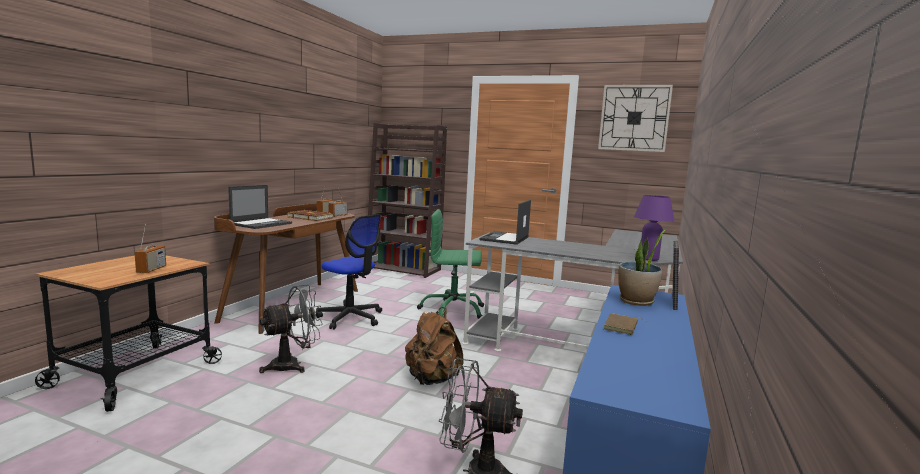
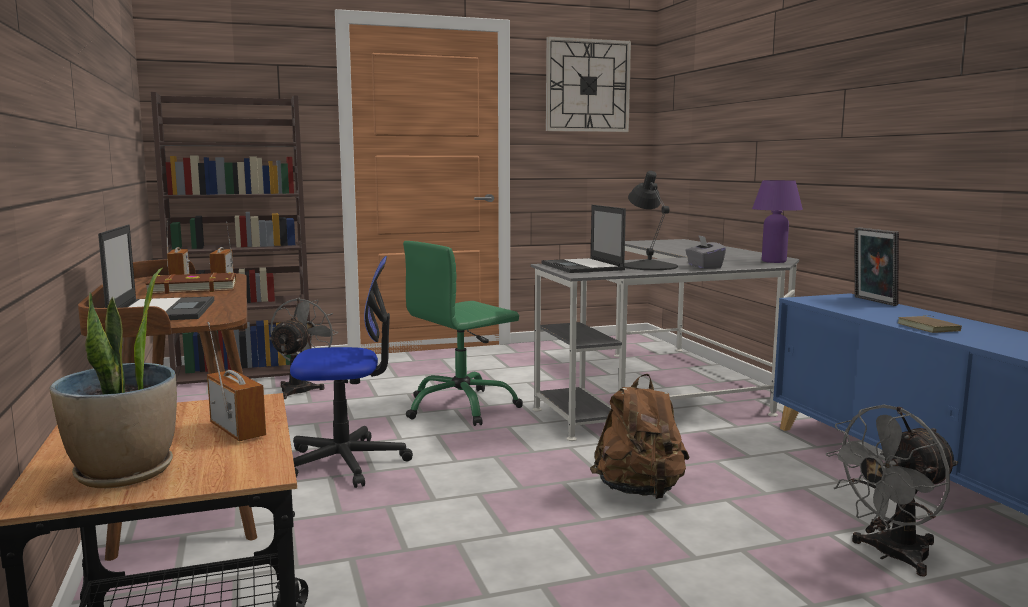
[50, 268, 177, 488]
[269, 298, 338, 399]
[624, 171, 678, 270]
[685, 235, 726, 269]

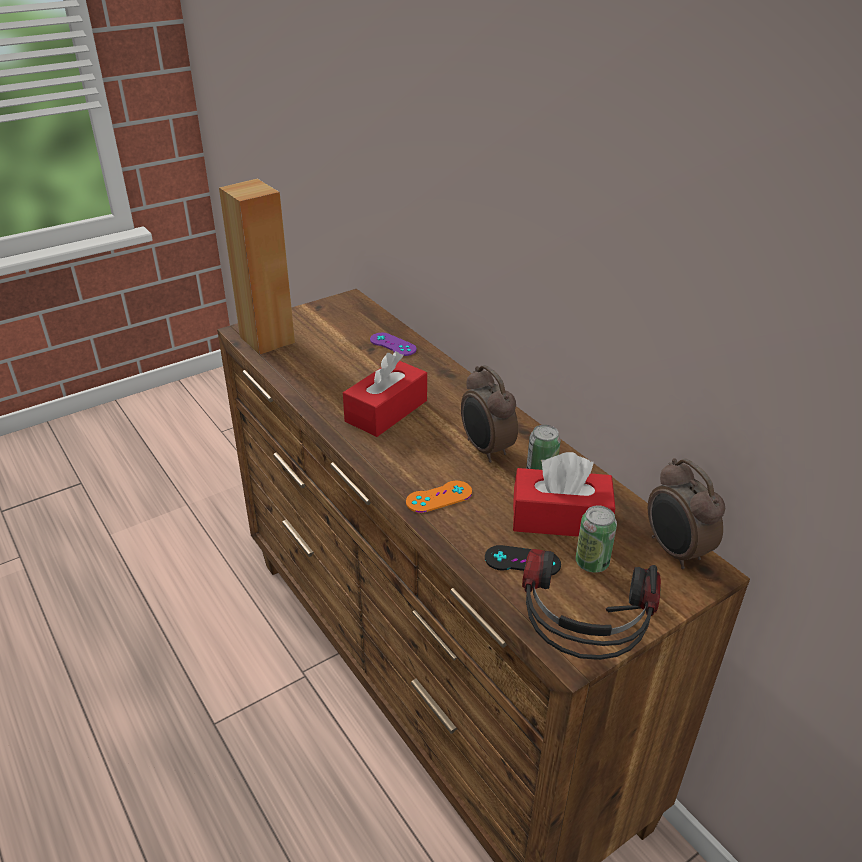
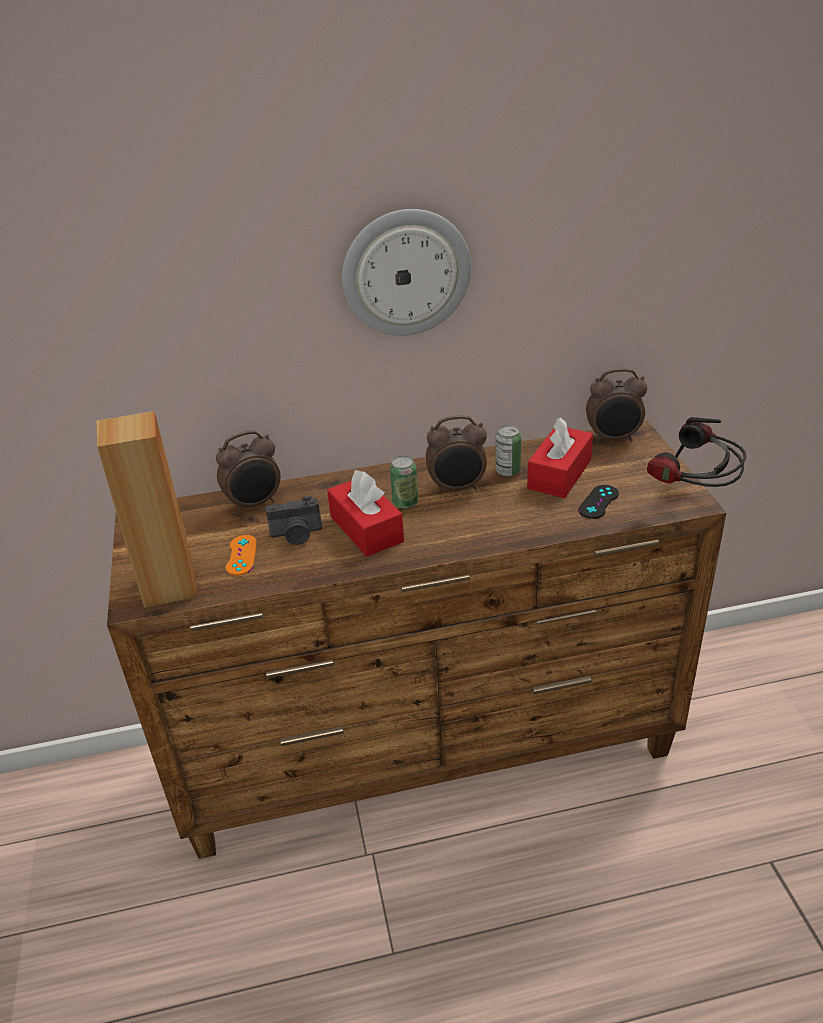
[216, 430, 281, 513]
[226, 535, 257, 576]
[390, 456, 418, 509]
[342, 209, 471, 336]
[266, 496, 322, 545]

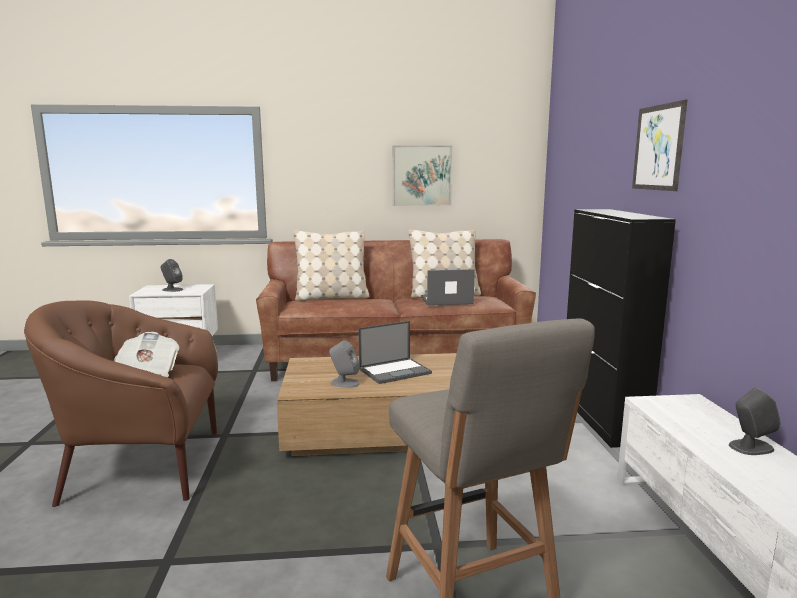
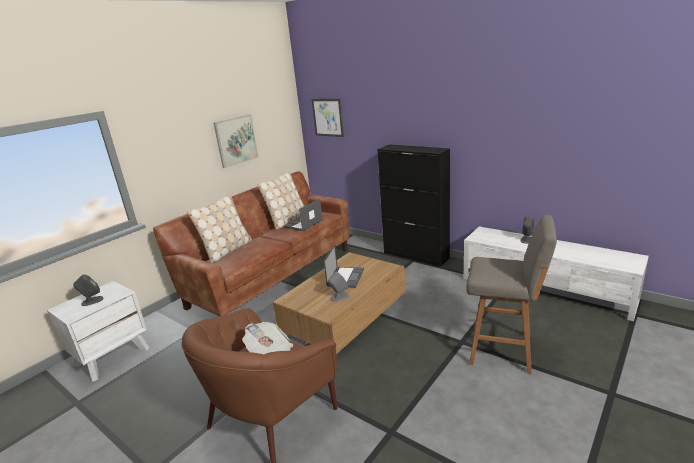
[311, 99, 344, 137]

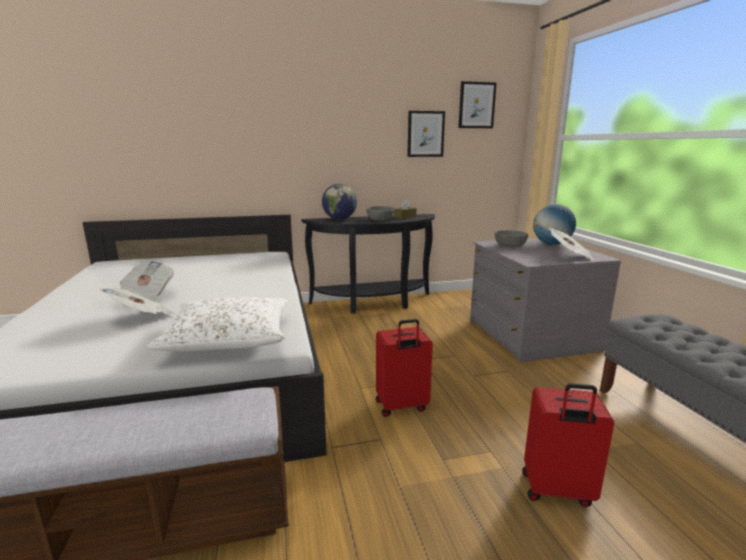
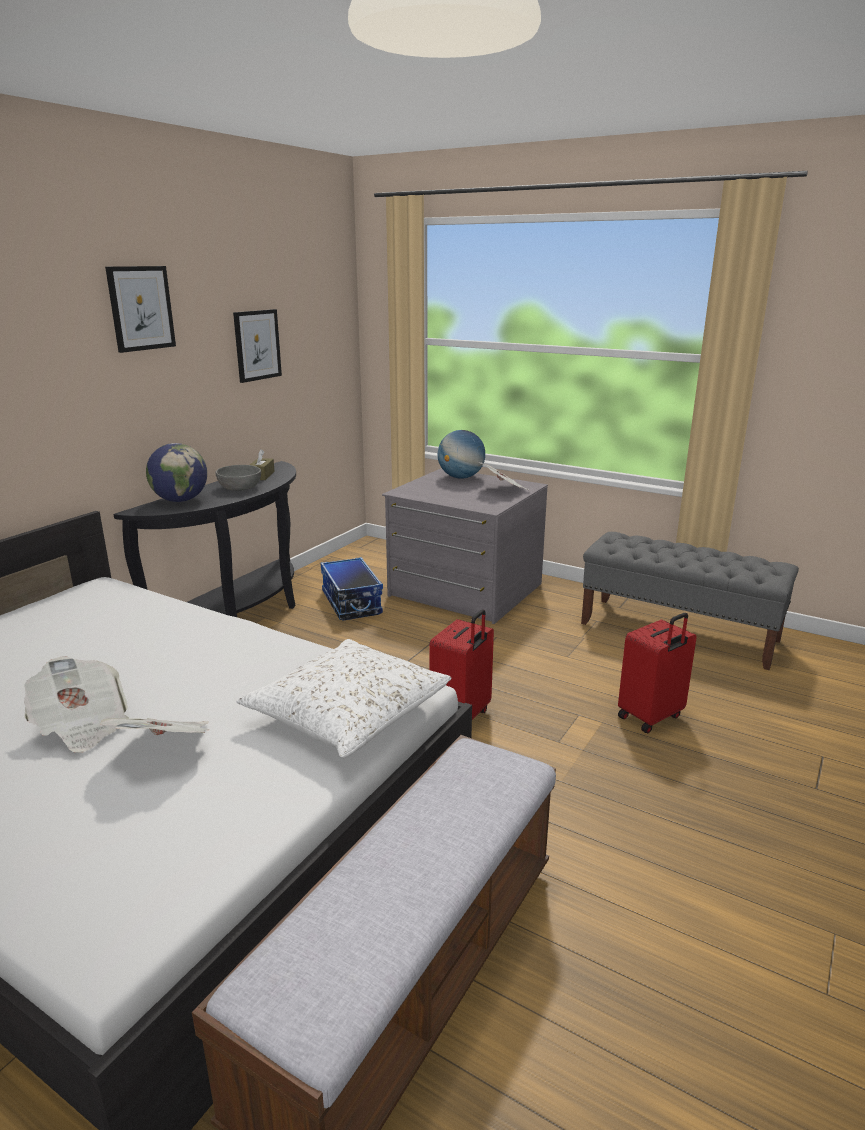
[105, 266, 176, 353]
[494, 230, 528, 247] (first image)
[320, 557, 383, 620]

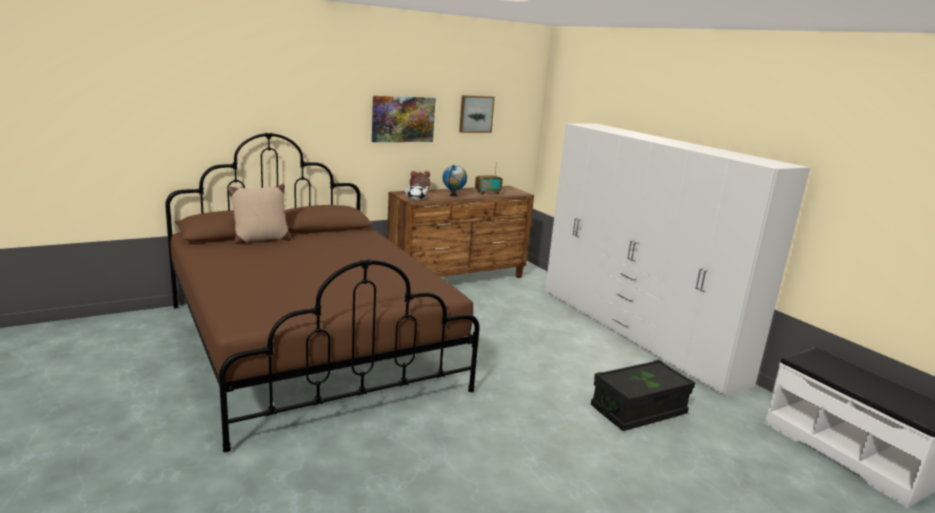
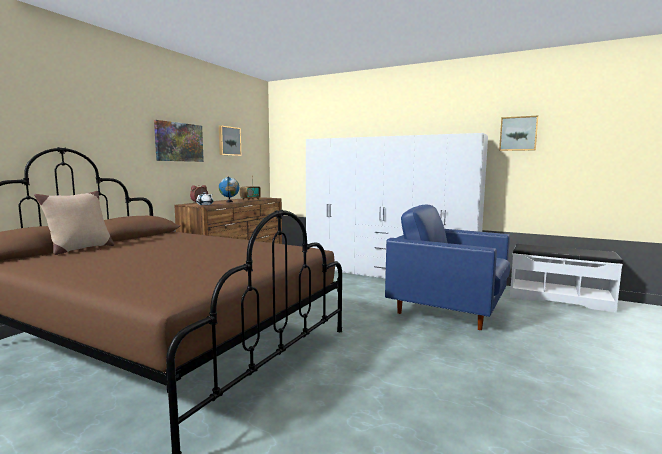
[385, 205, 510, 330]
[499, 116, 538, 151]

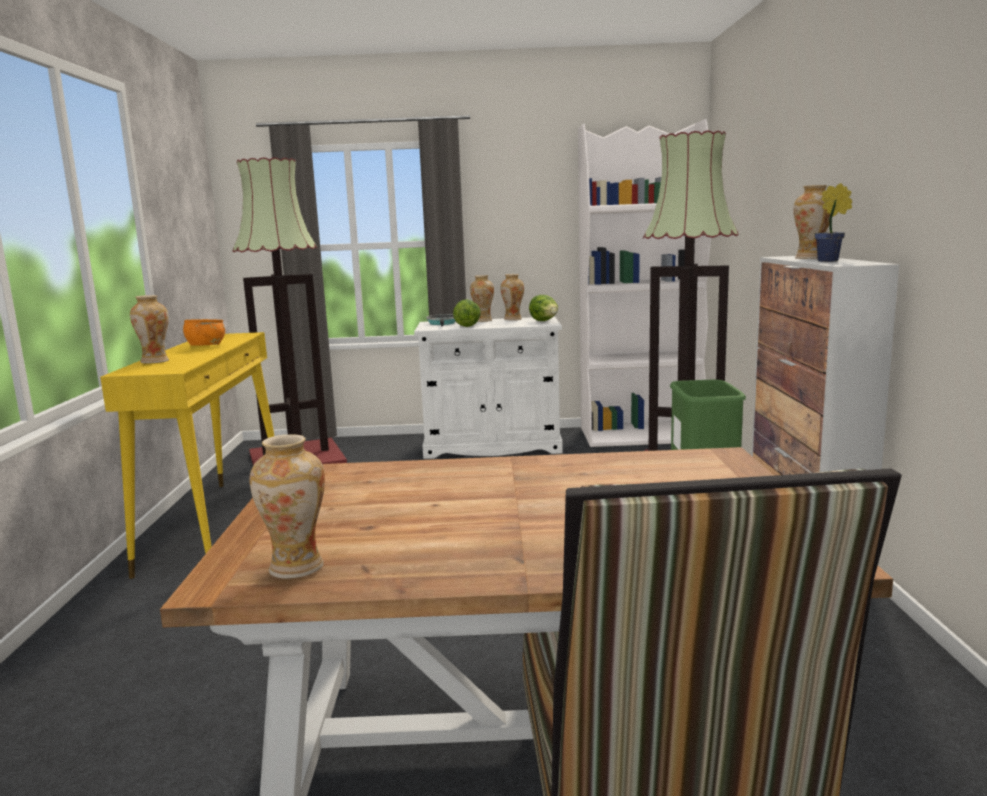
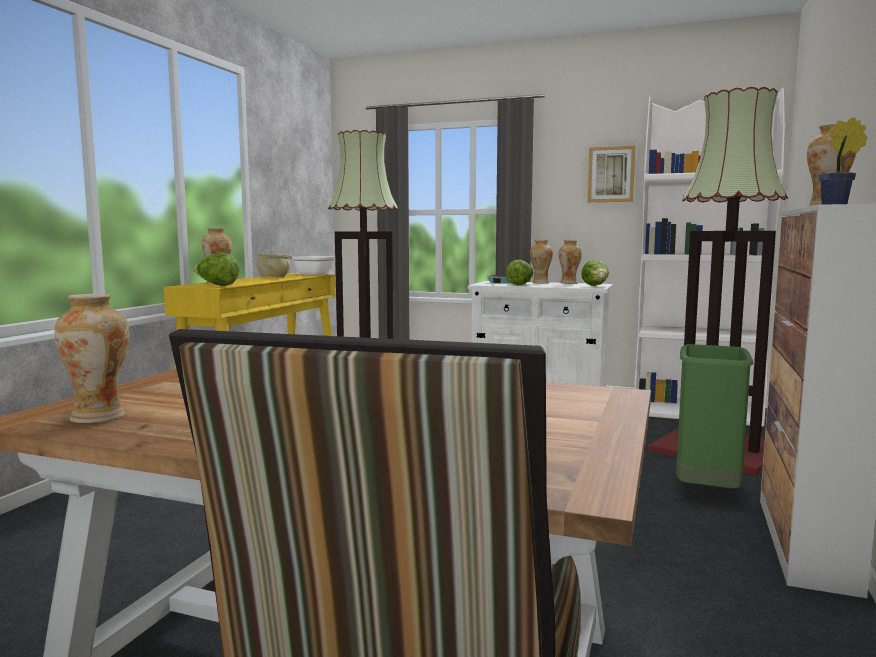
[256, 254, 290, 278]
[588, 146, 635, 202]
[194, 253, 240, 286]
[281, 255, 335, 275]

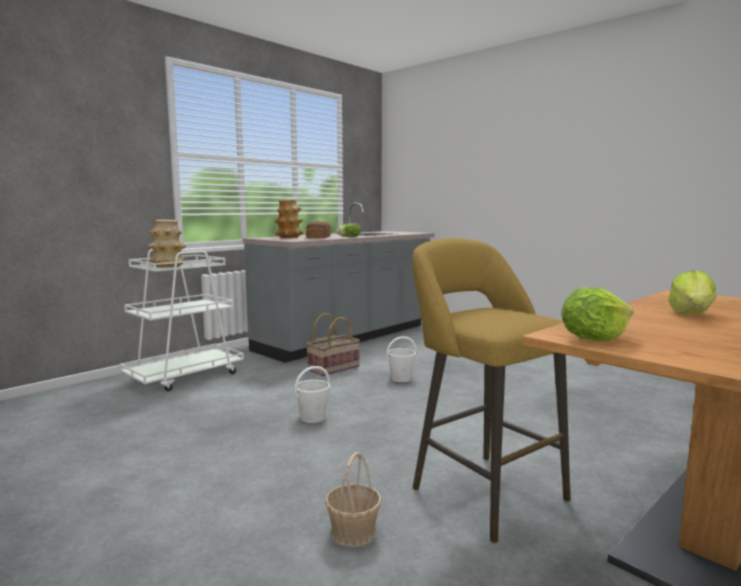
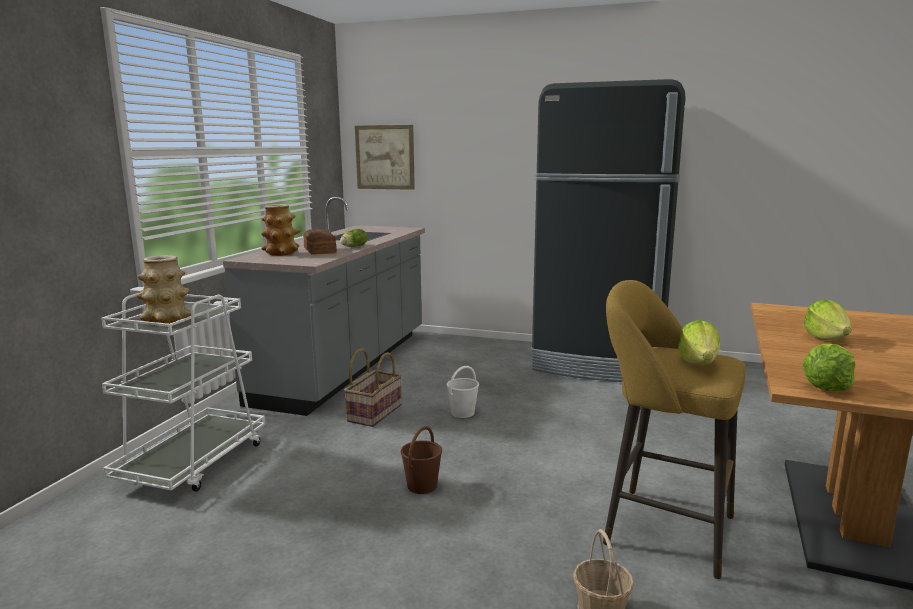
[401, 426, 442, 494]
[531, 79, 686, 382]
[355, 125, 415, 190]
[678, 320, 720, 365]

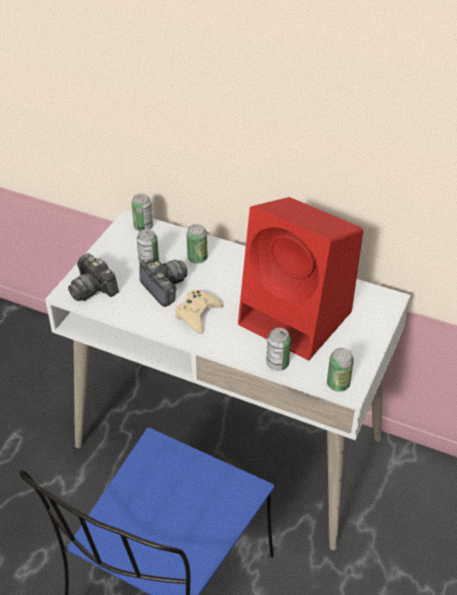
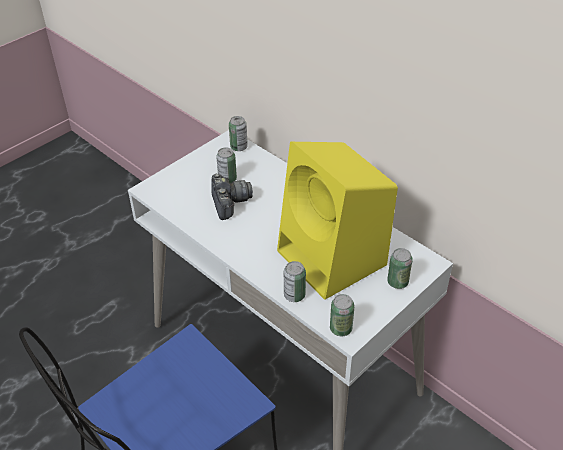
[277, 142, 398, 300]
[387, 248, 413, 289]
[68, 253, 119, 301] (first image)
[175, 290, 224, 334] (first image)

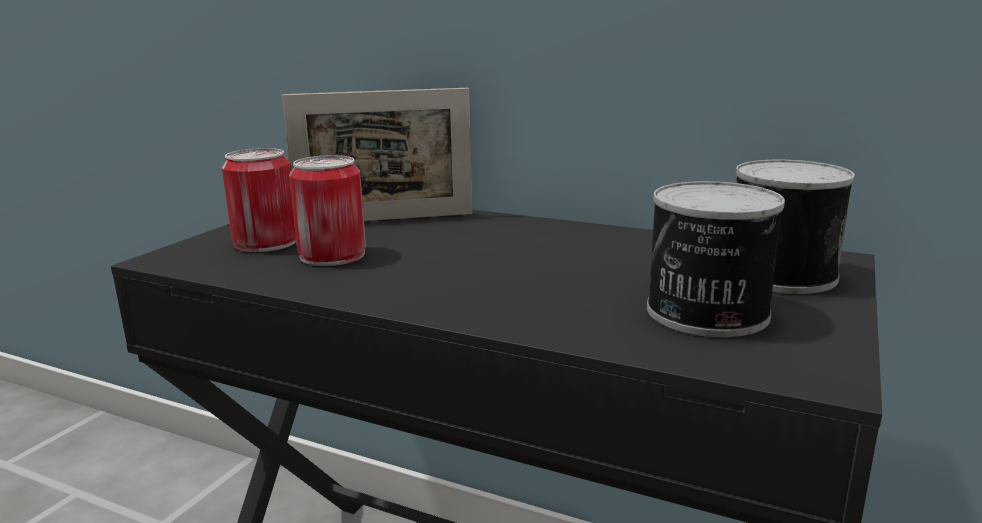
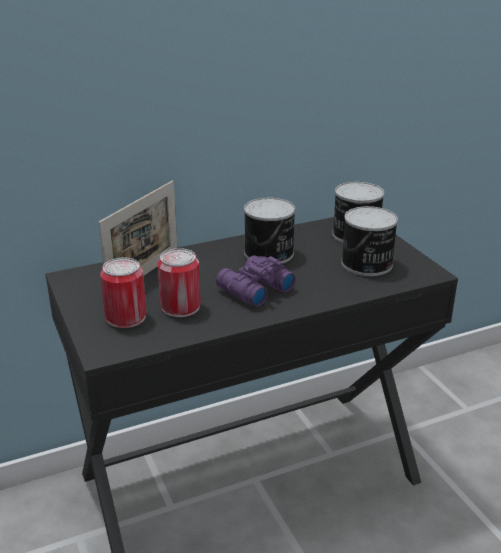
[244, 198, 295, 264]
[216, 255, 296, 307]

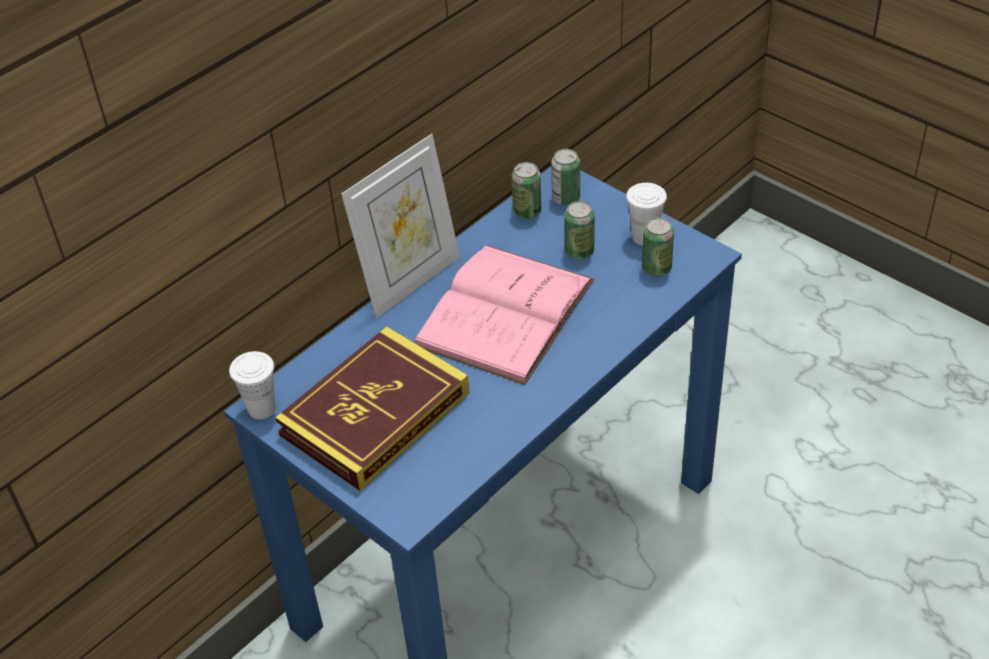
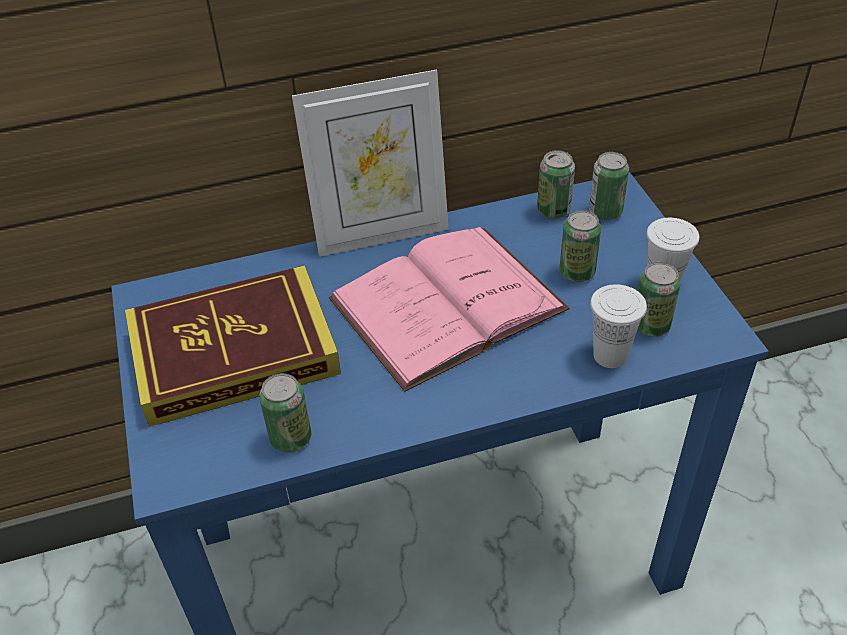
[590, 284, 647, 368]
[259, 373, 311, 452]

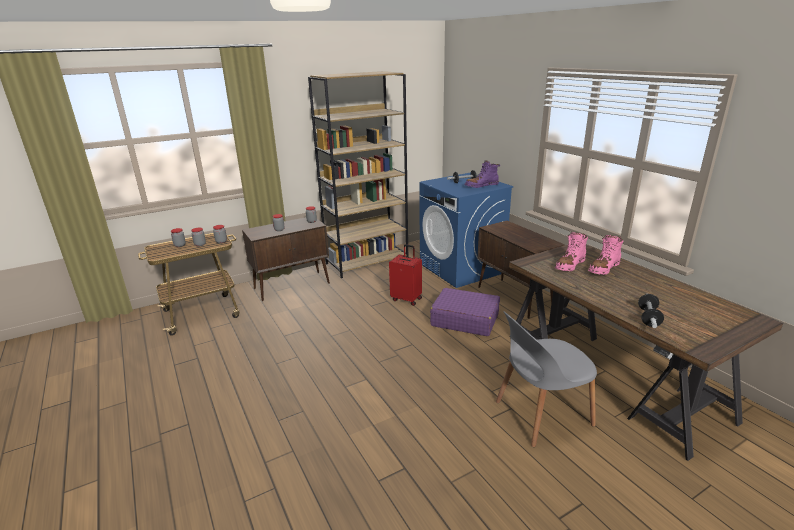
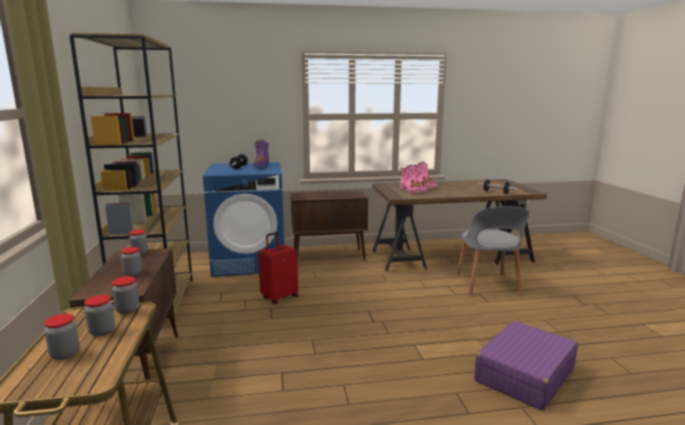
[474, 321, 578, 410]

